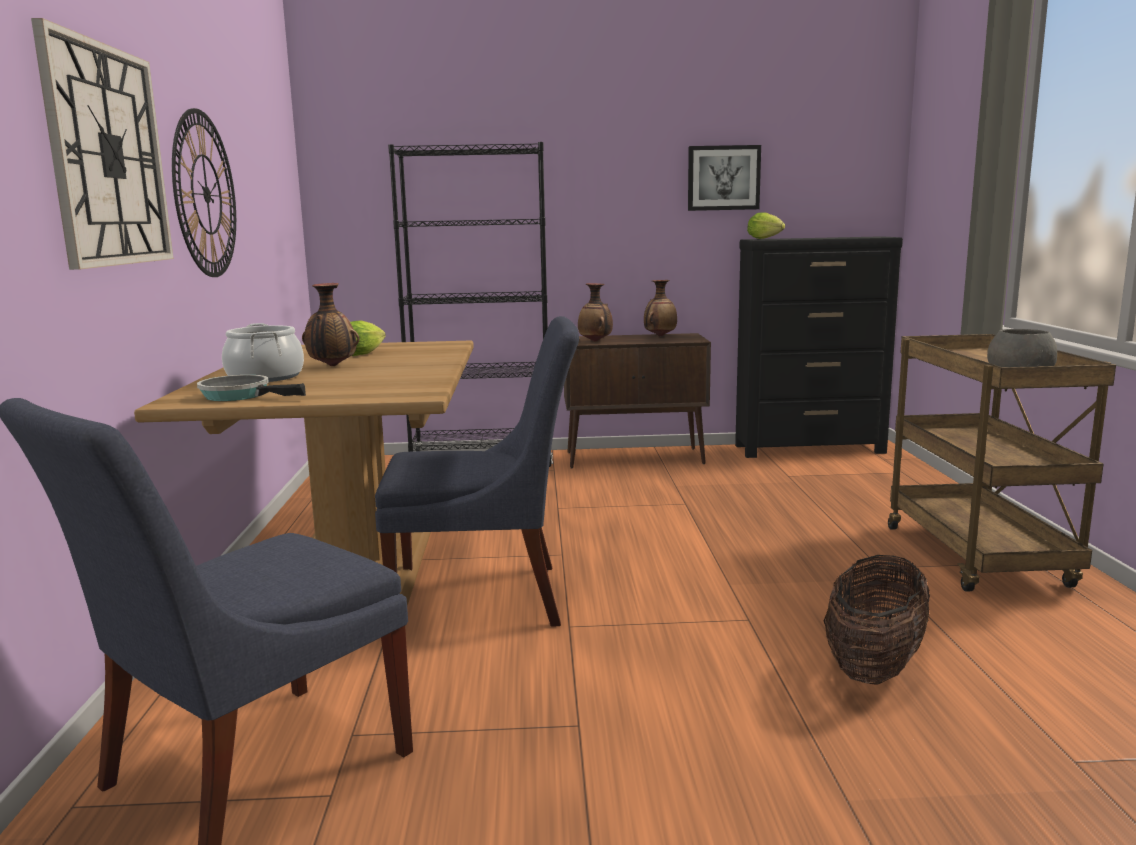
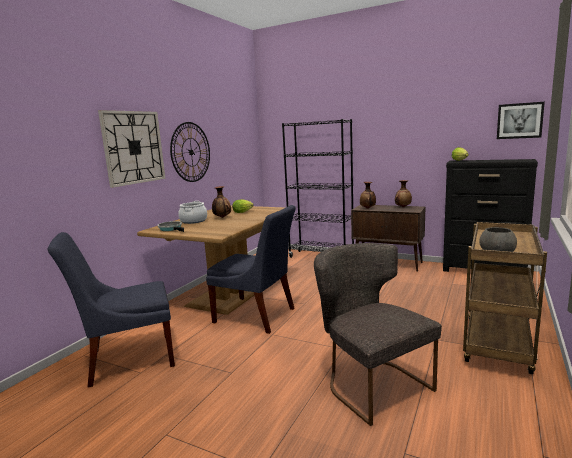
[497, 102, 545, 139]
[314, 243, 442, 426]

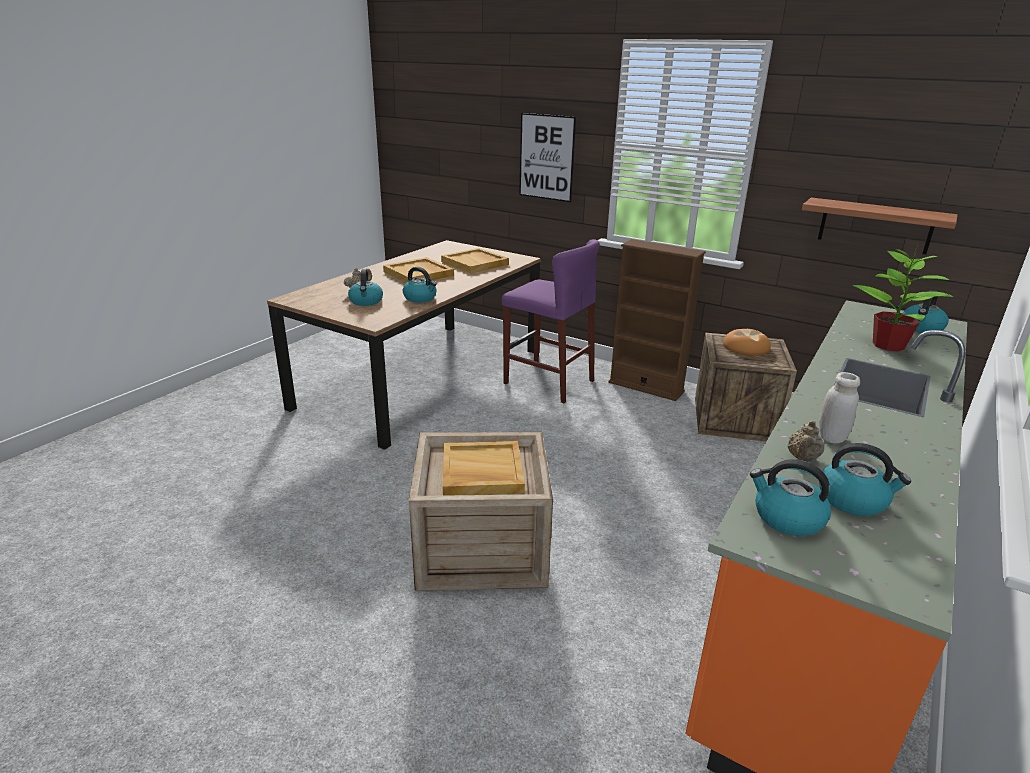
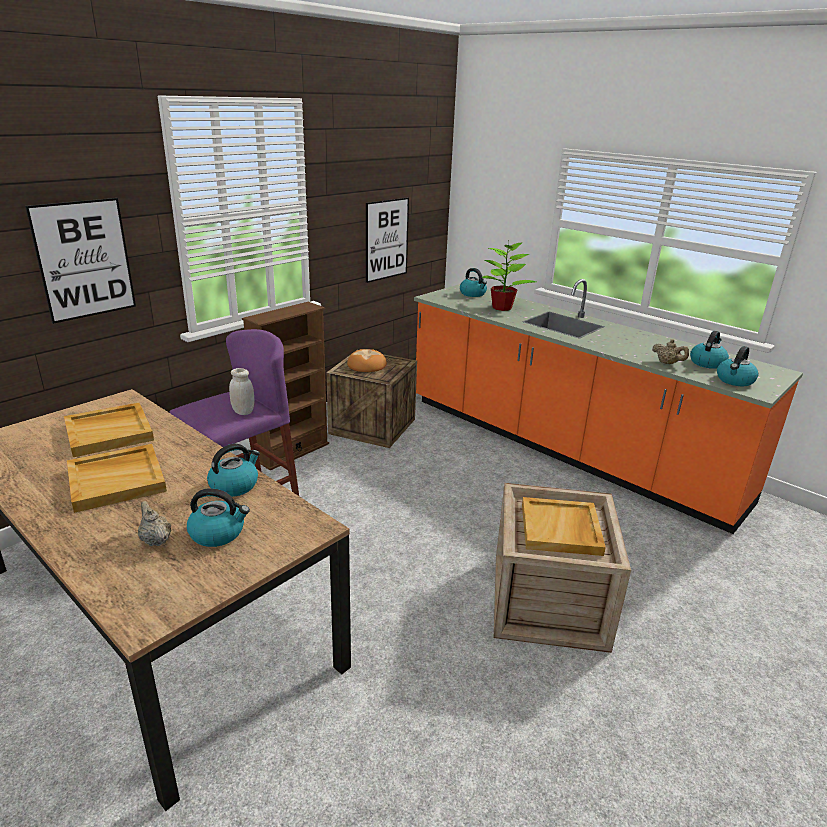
[366, 198, 409, 283]
[229, 368, 255, 415]

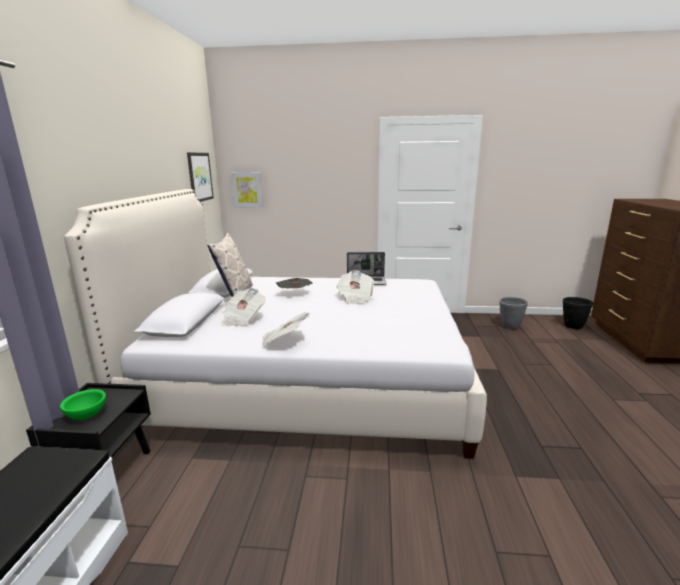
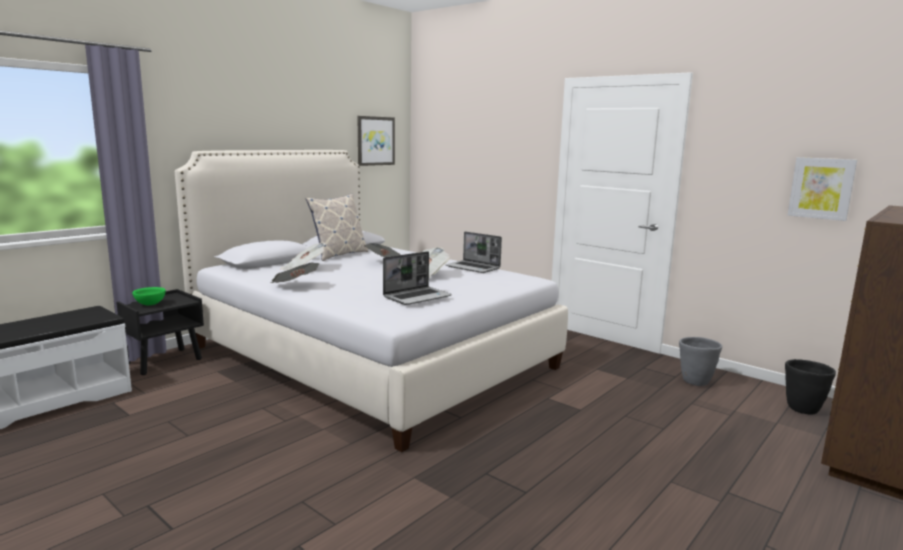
[788, 157, 857, 221]
[383, 251, 452, 305]

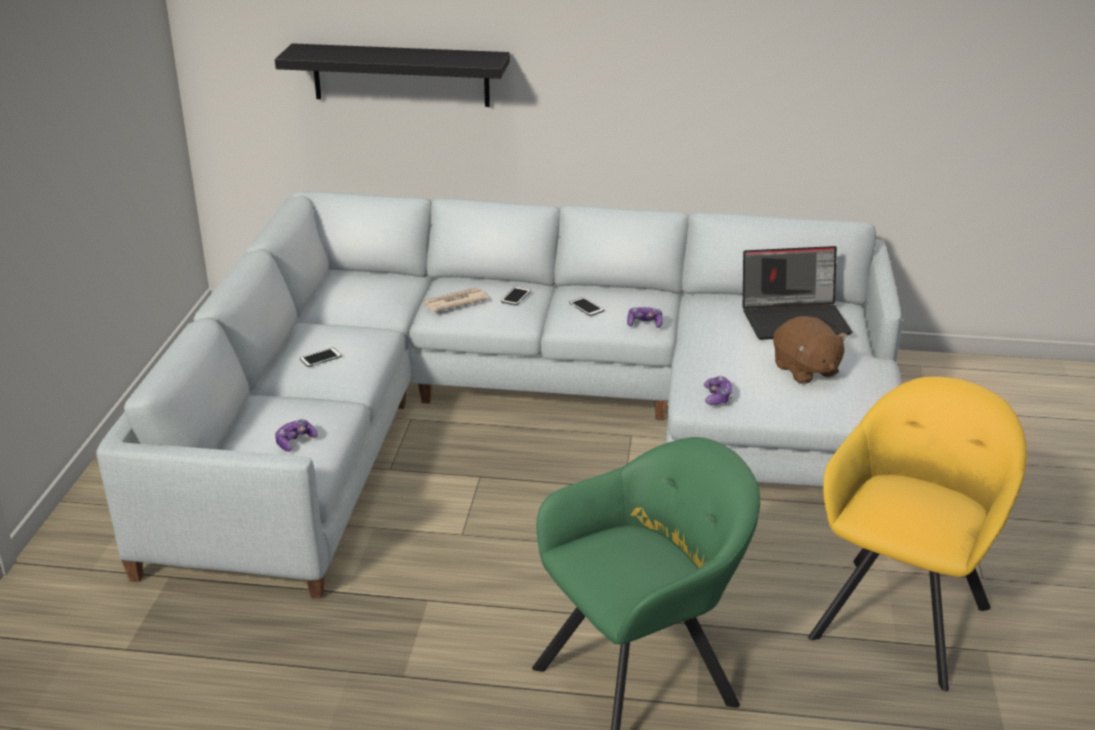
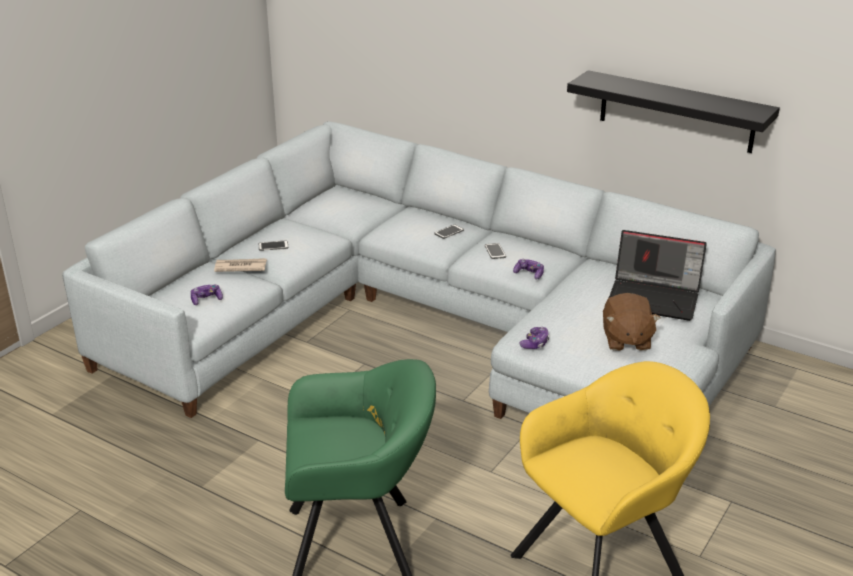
[567, 70, 780, 153]
[214, 258, 267, 272]

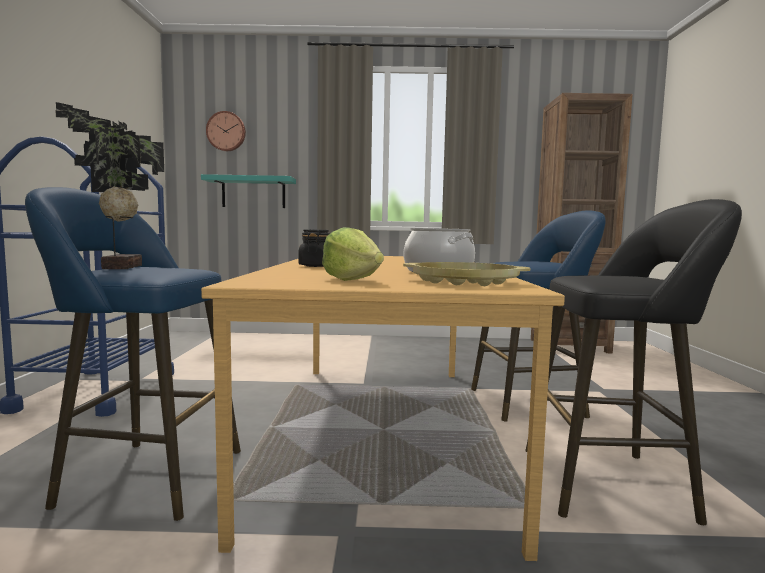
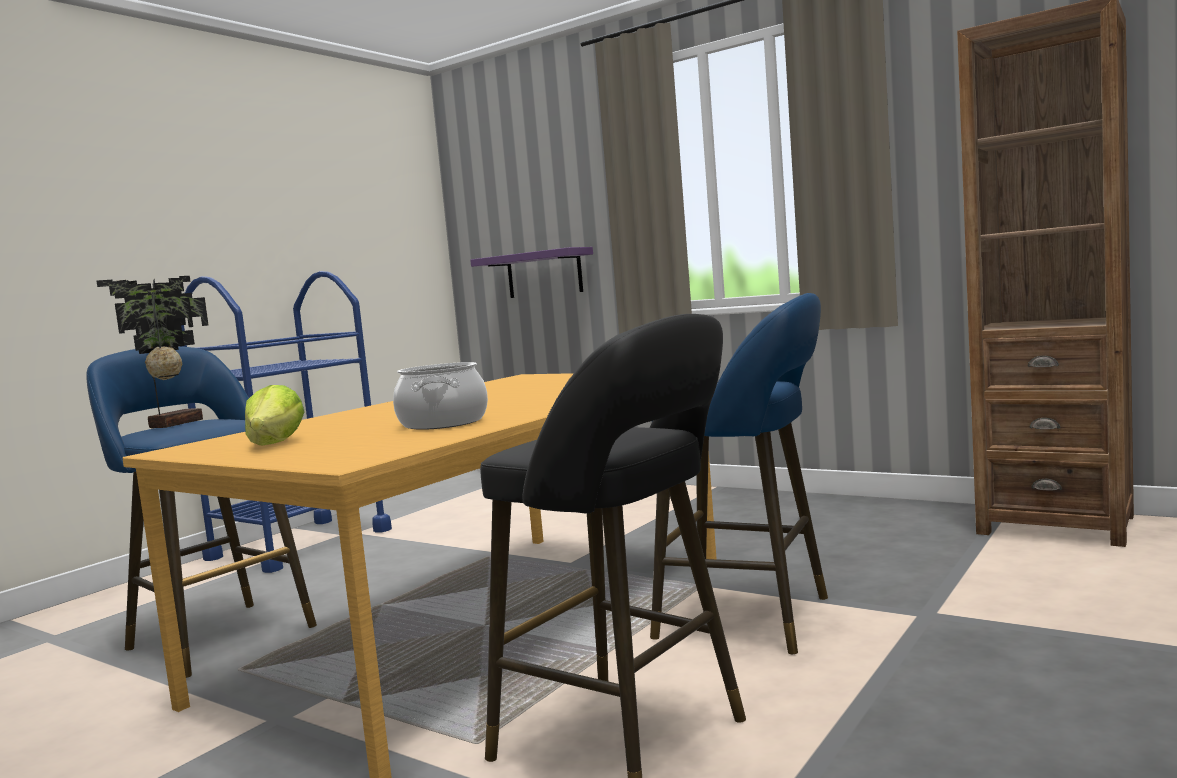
[206, 111, 246, 151] (first image)
[470, 247, 593, 298]
[298, 229, 330, 267] (first image)
[403, 262, 530, 286] (first image)

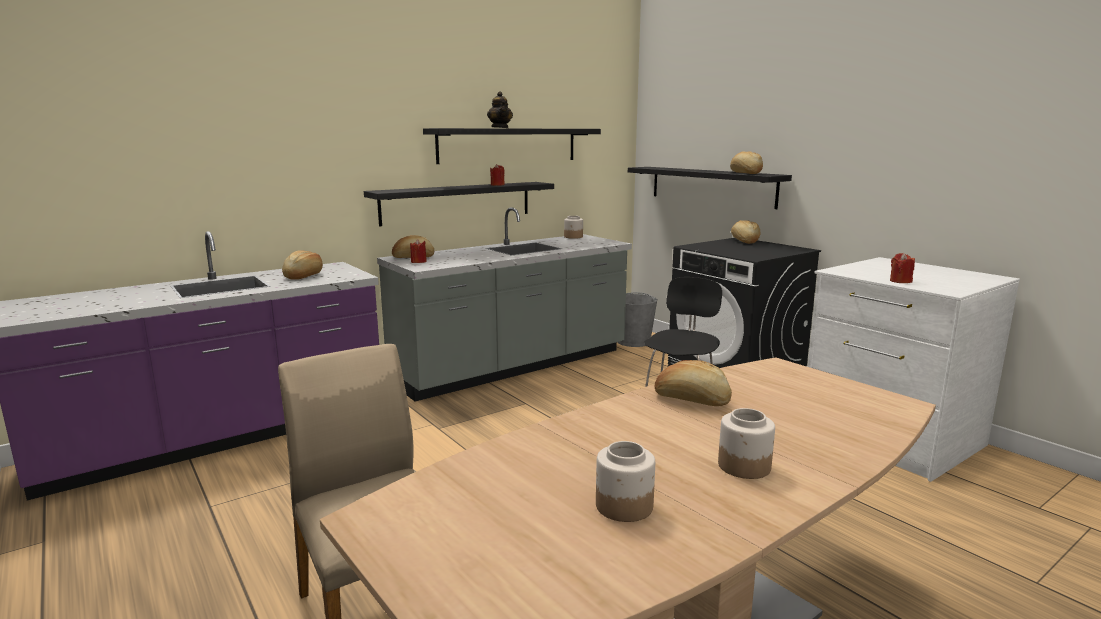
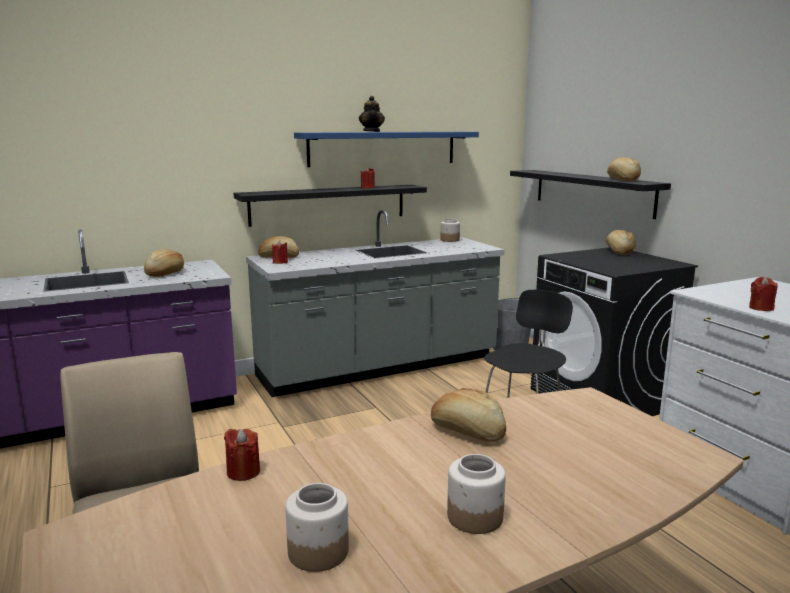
[294, 132, 479, 167]
[224, 429, 260, 481]

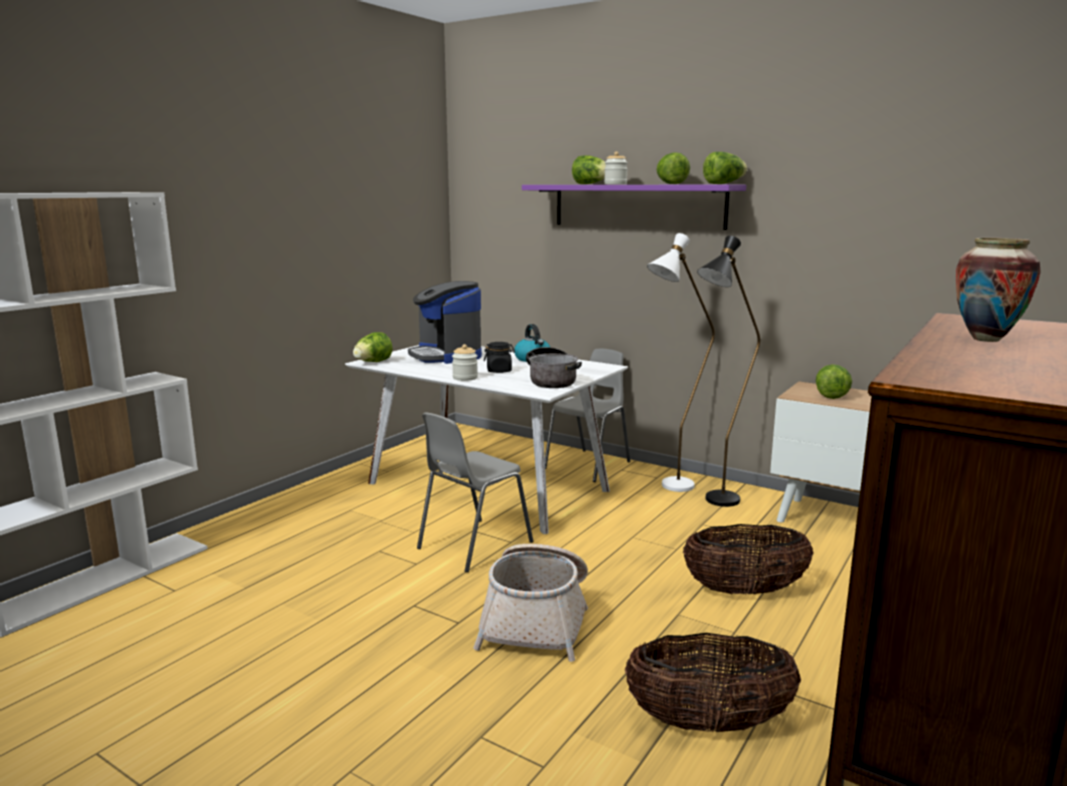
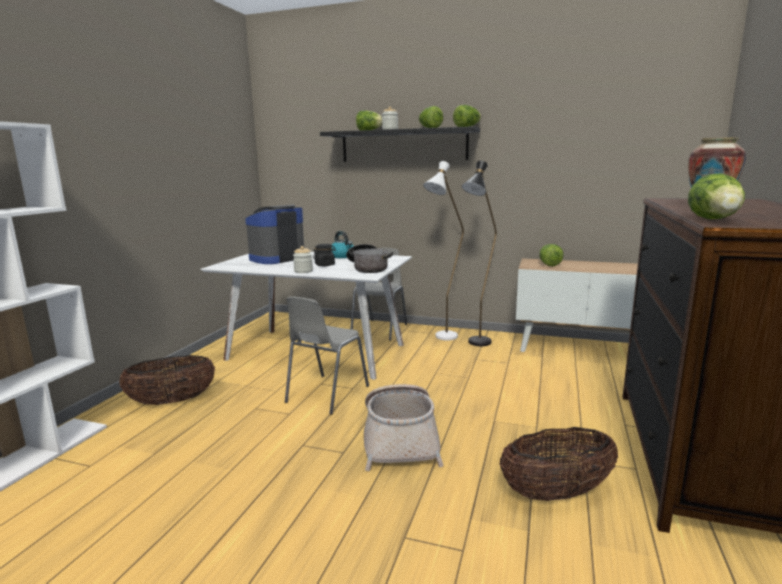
[320, 126, 480, 162]
[245, 205, 304, 264]
[688, 174, 745, 219]
[119, 355, 215, 405]

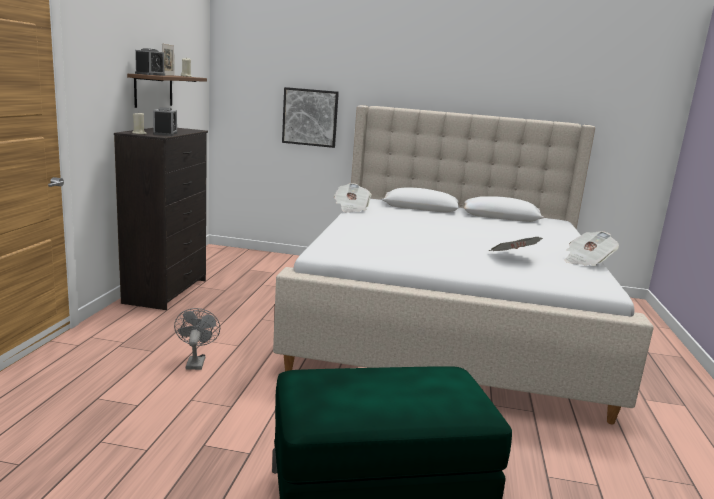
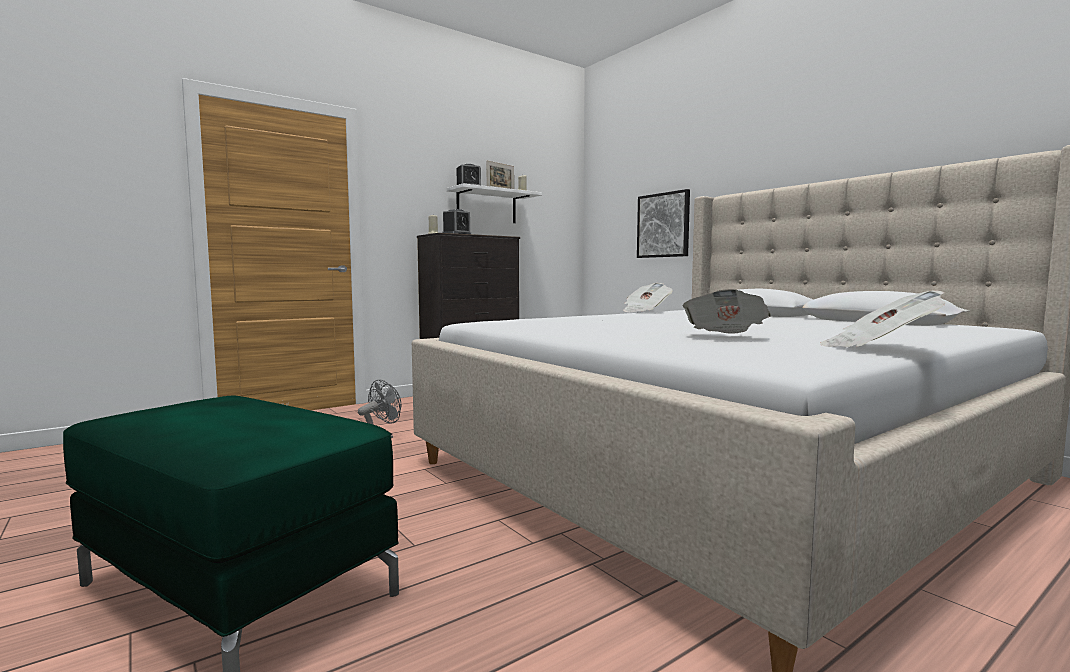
[446, 183, 542, 223]

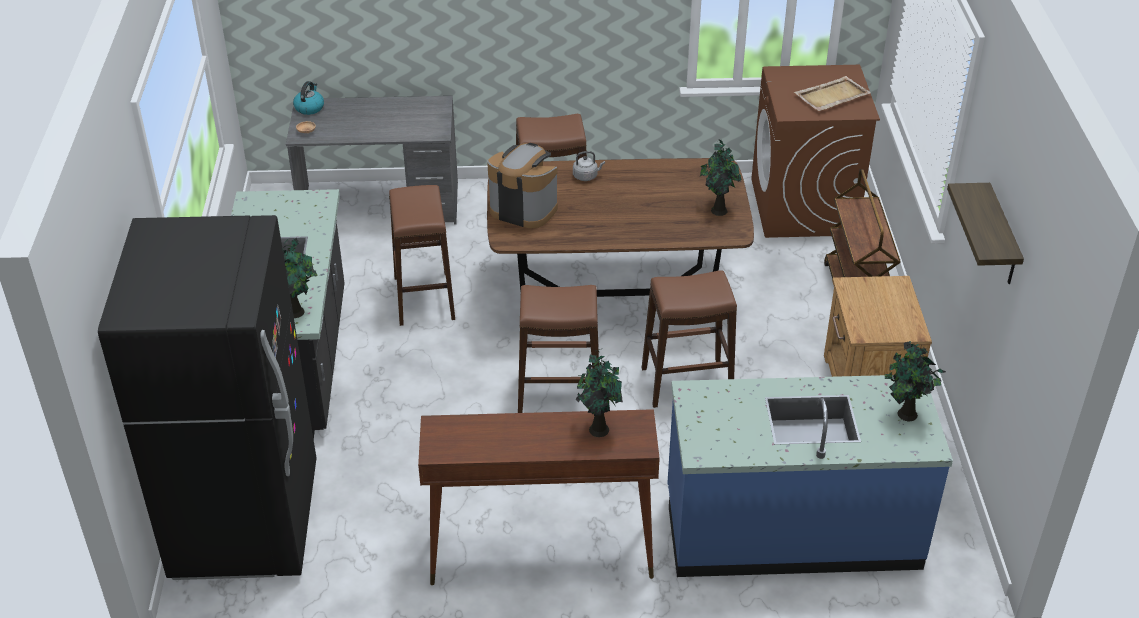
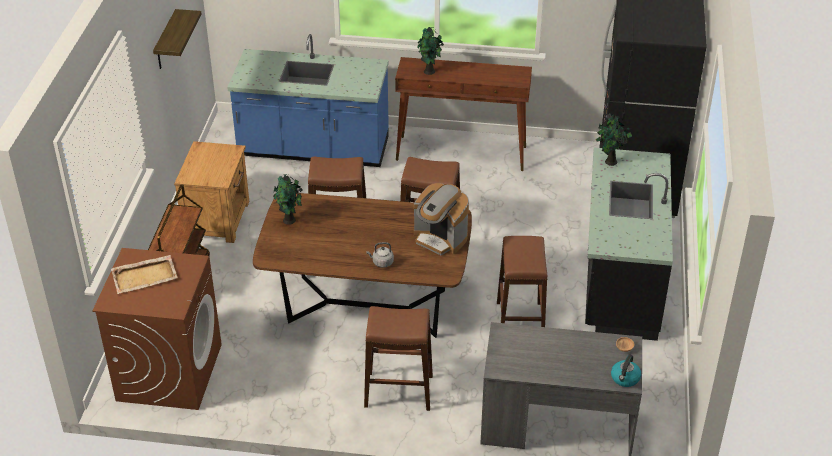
[885, 341, 946, 421] (first image)

